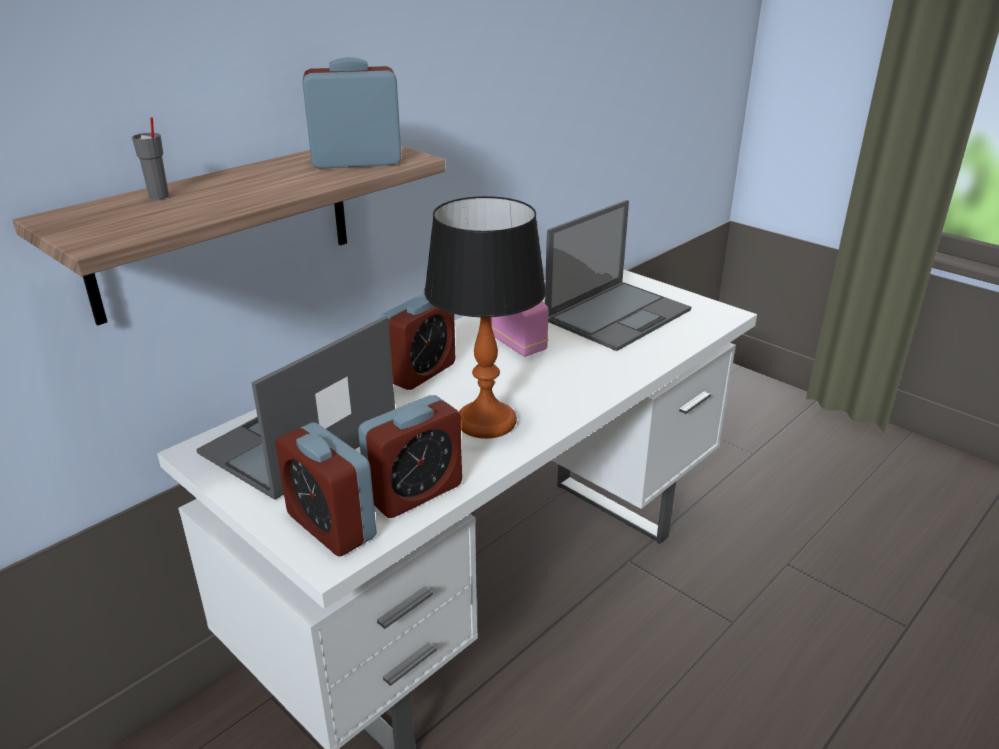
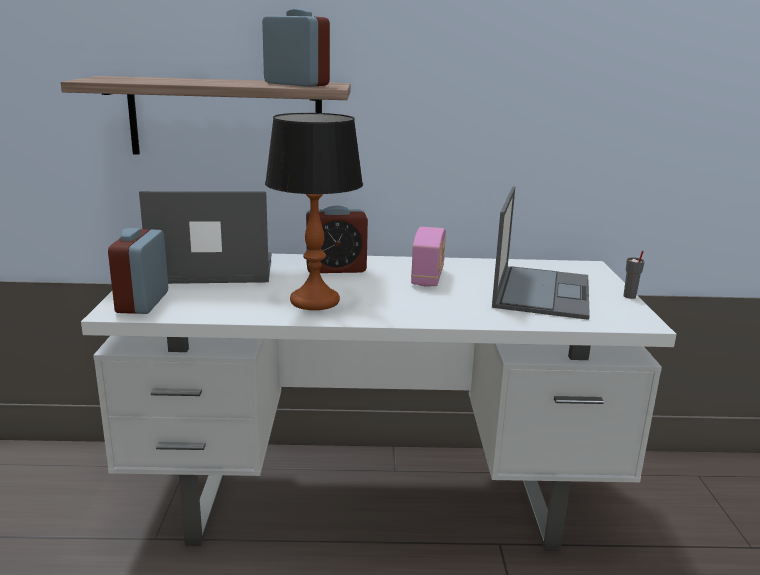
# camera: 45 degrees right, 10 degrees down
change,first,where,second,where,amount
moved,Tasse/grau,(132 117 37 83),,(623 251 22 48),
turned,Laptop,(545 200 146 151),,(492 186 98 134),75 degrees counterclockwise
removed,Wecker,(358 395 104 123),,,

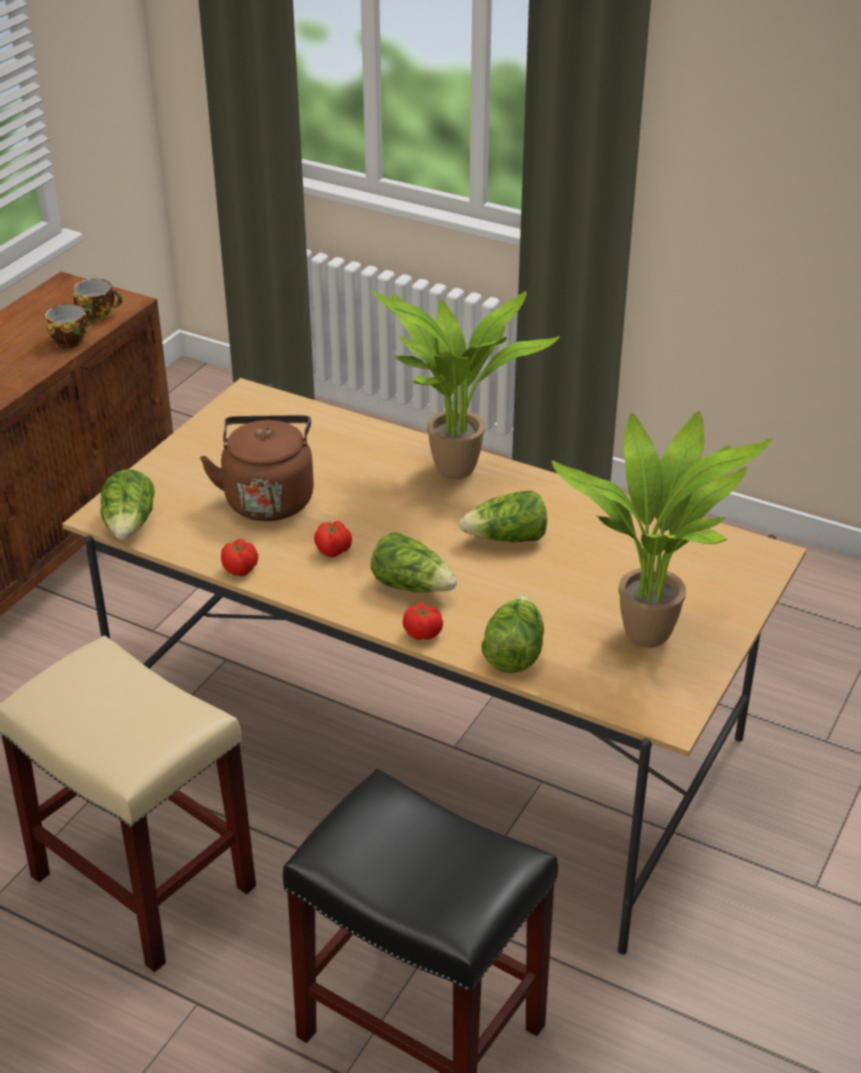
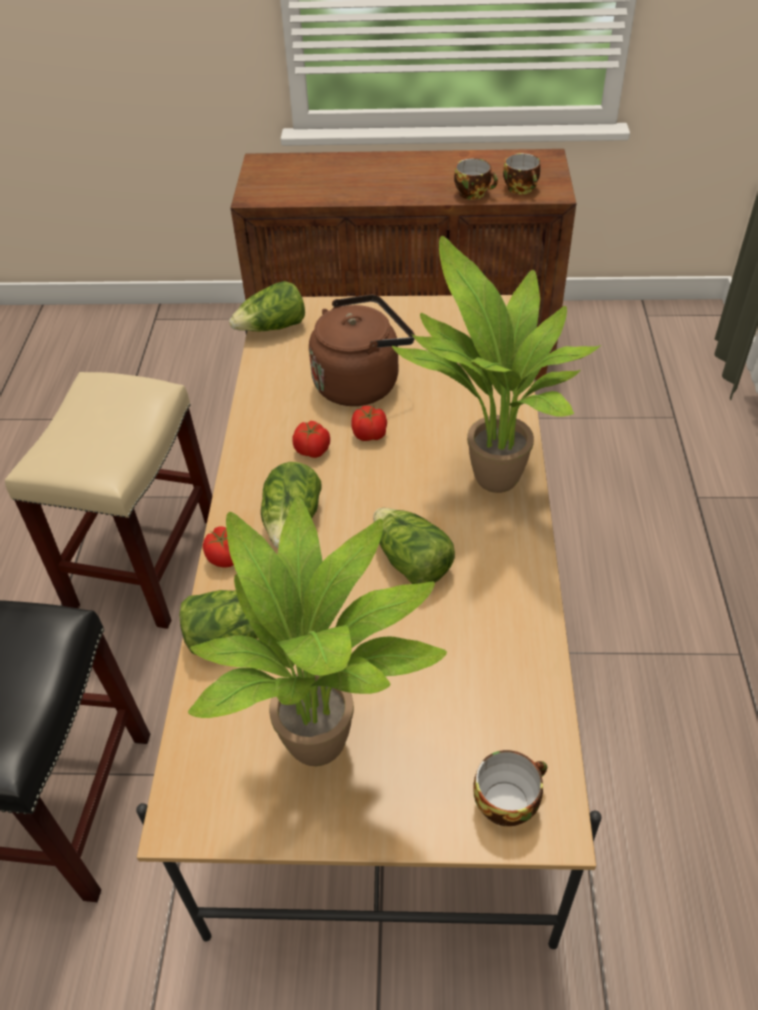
# camera: 65 degrees right, 10 degrees up
change,first,where,second,where,amount
moved,Tomate,(221 539 37 37),,(351 406 36 35),
added,,,Tasse,(474 750 73 76),

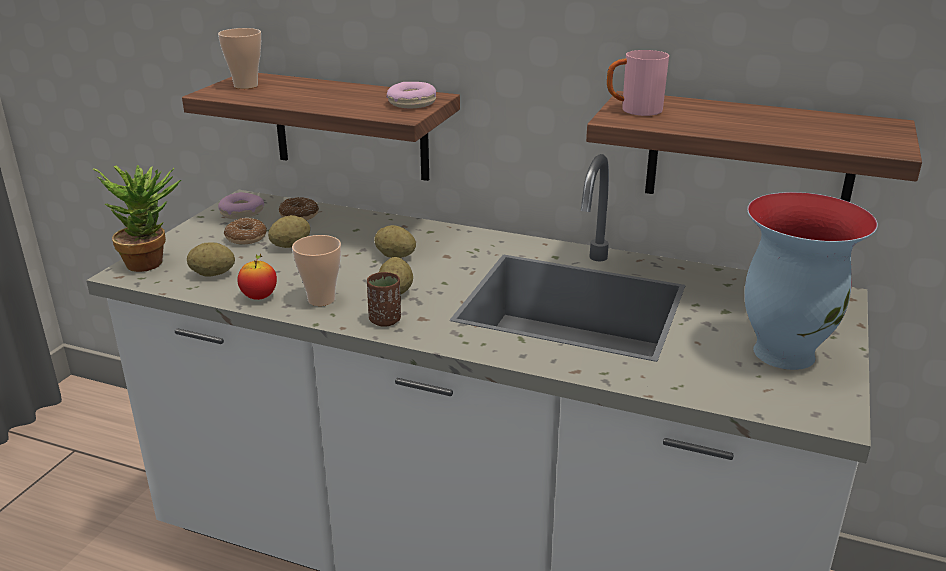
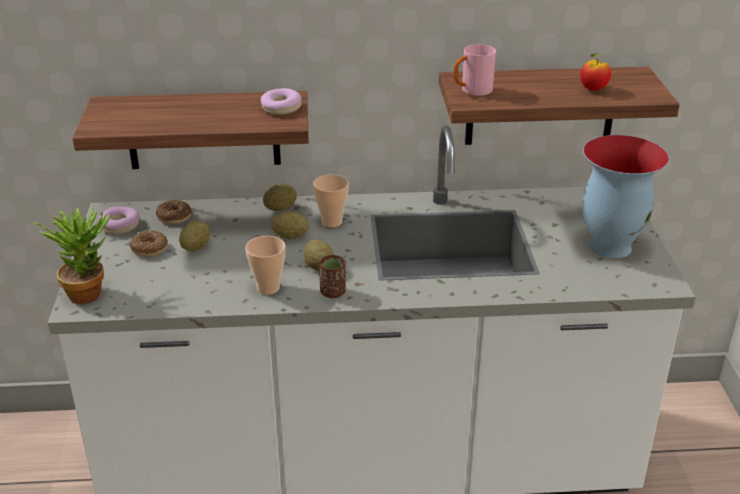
# camera: 25 degrees left, 5 degrees up
change,first,where,second,where,amount
moved,Tasse,(218 28 43 61),,(313 174 36 54),
moved,Kartoffel,(187 242 48 35),,(263 184 34 27),
moved,Apfel,(237 253 40 47),,(580 53 31 38),

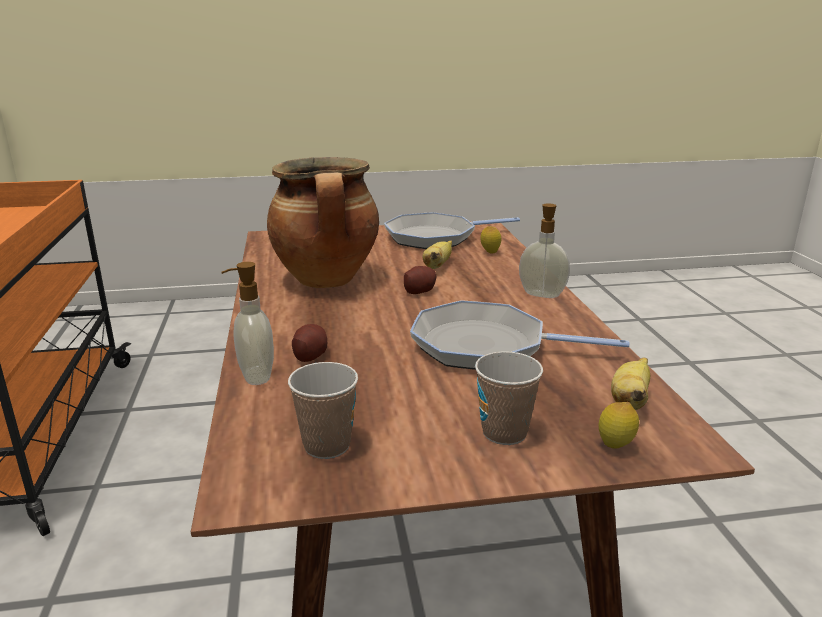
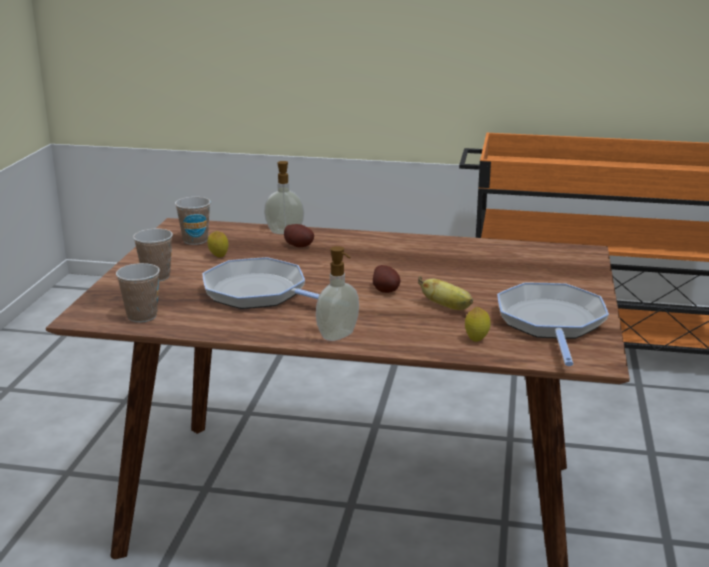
# camera: 110 degrees right, 0 degrees up
change,first,where,second,where,amount
removed,Kochtopf,(267 157 112 131),,,
turned,Pfanne,(410 300 220 70),,(202 257 118 52),90 degrees counterclockwise
replaced,Banane,(611 358 39 52),Tasse,(116 263 44 59),
moved,Zitrone,(598 402 41 47),,(208 231 21 27),

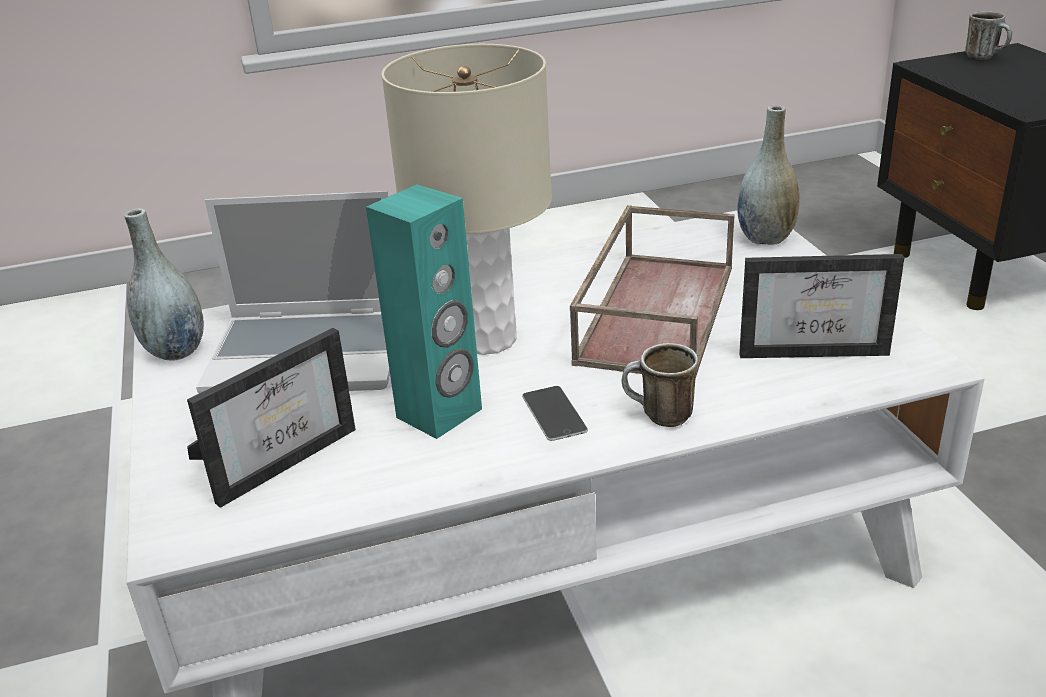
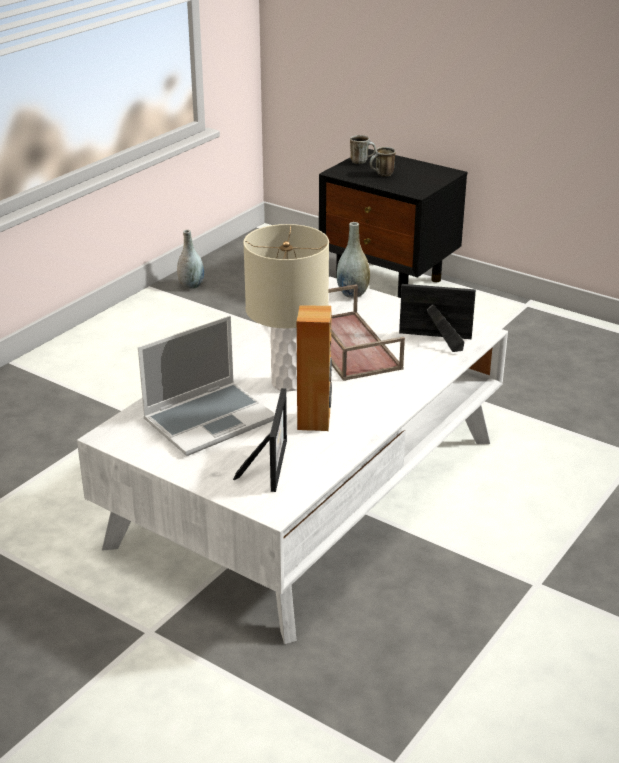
# camera: 40 degrees left, 0 degrees up
change,first,where,second,where,amount
recoloured,Lautsprecher/türkis,(366 184 116 255),Lautsprecher/braun,(297 305 35 126),
moved,Vase/grau,(124 208 80 153),,(177 230 27 59),
turned,Bilderrahmen,(739 254 165 104),,(399 284 77 68),135 degrees counterclockwise
moved,Henkelbecher,(622 343 76 84),,(370 147 26 30),
removed,Handy,(522 386 66 55),,,

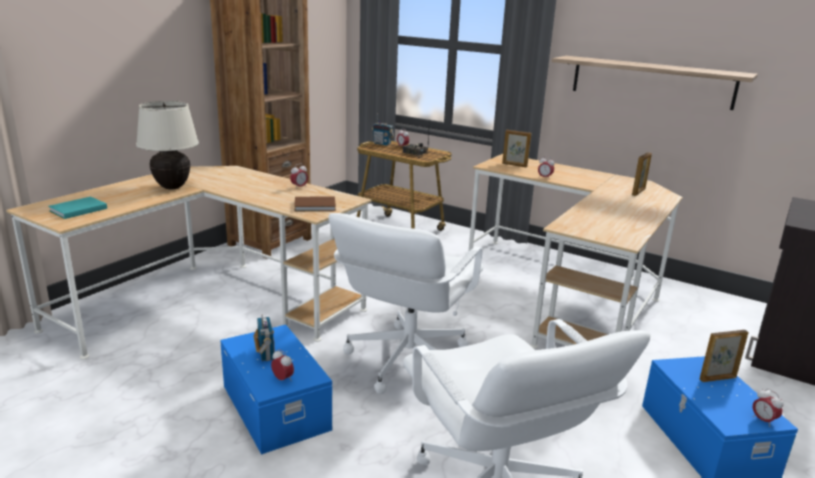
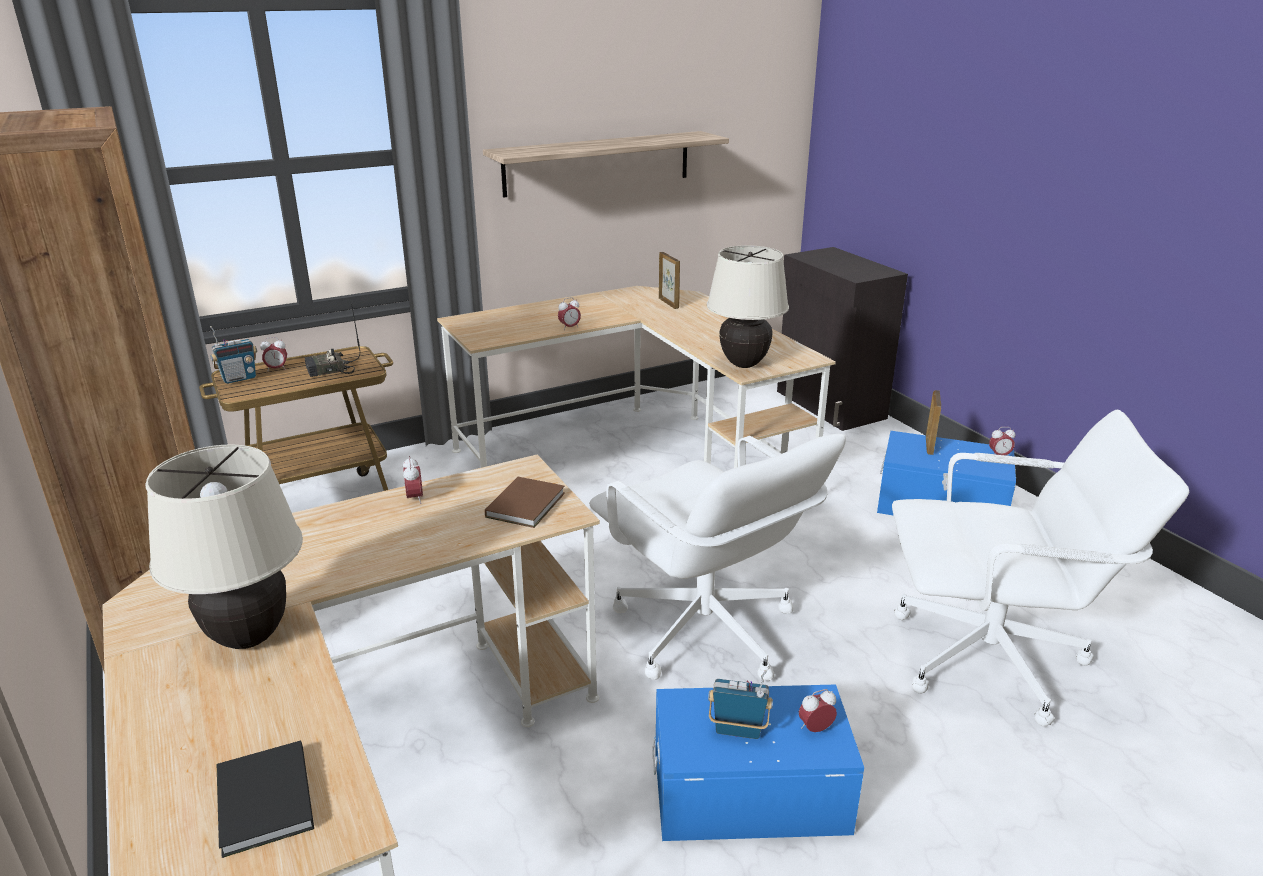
# camera: 60 degrees left, 5 degrees up
change,first,where,second,where,amount
removed,Bilderrahmen,(502 130 29 37),,,
recoloured,Buch/türkis,(48 196 59 23),Buch/schwarz,(217 740 97 118),
added,,,Tischlampe/beige,(707 245 82 123),

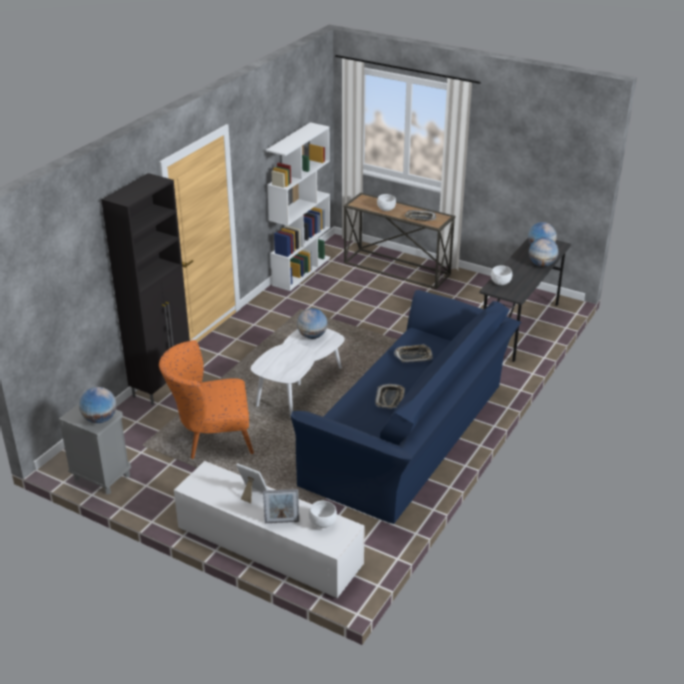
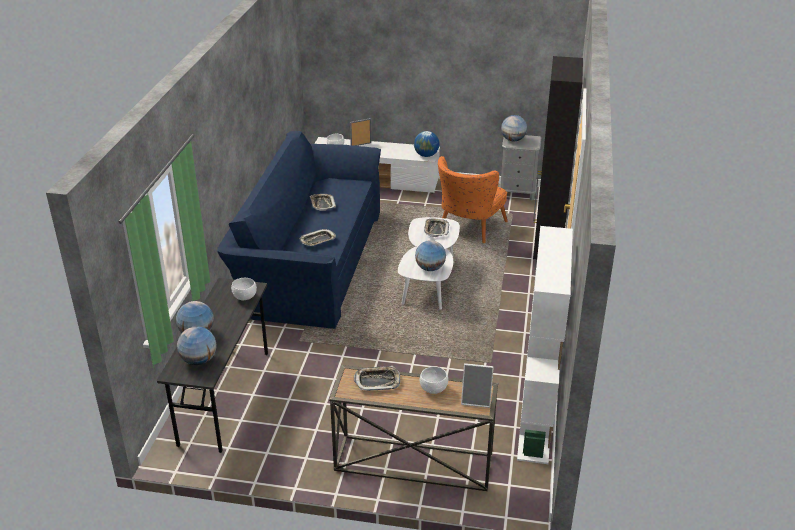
# camera: 160 degrees right, 0 degrees up
change,first,where,second,where,amount
turned,Sessel/orange,(159 340 95 119),,(438 156 70 87),150 degrees clockwise
moved,Bilderrahmen,(236 463 32 40),,(461 363 33 45),
added,,,Globus,(414 131 26 26),
added,,,Tablett,(424 218 25 19),

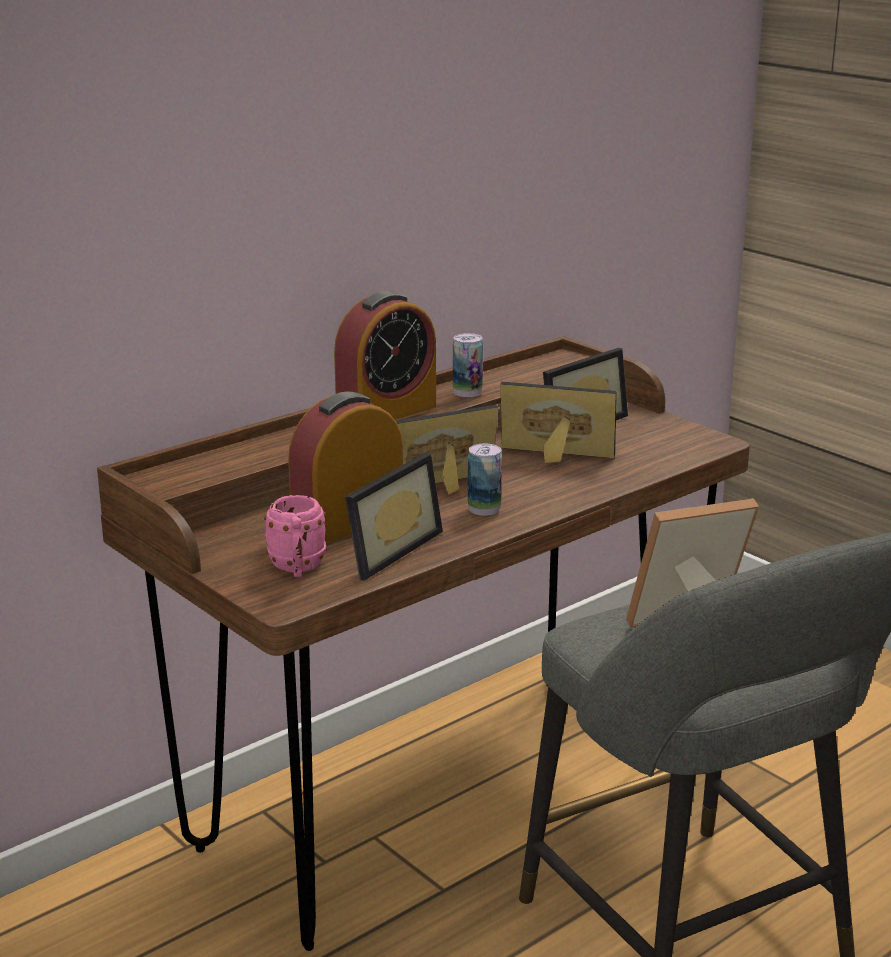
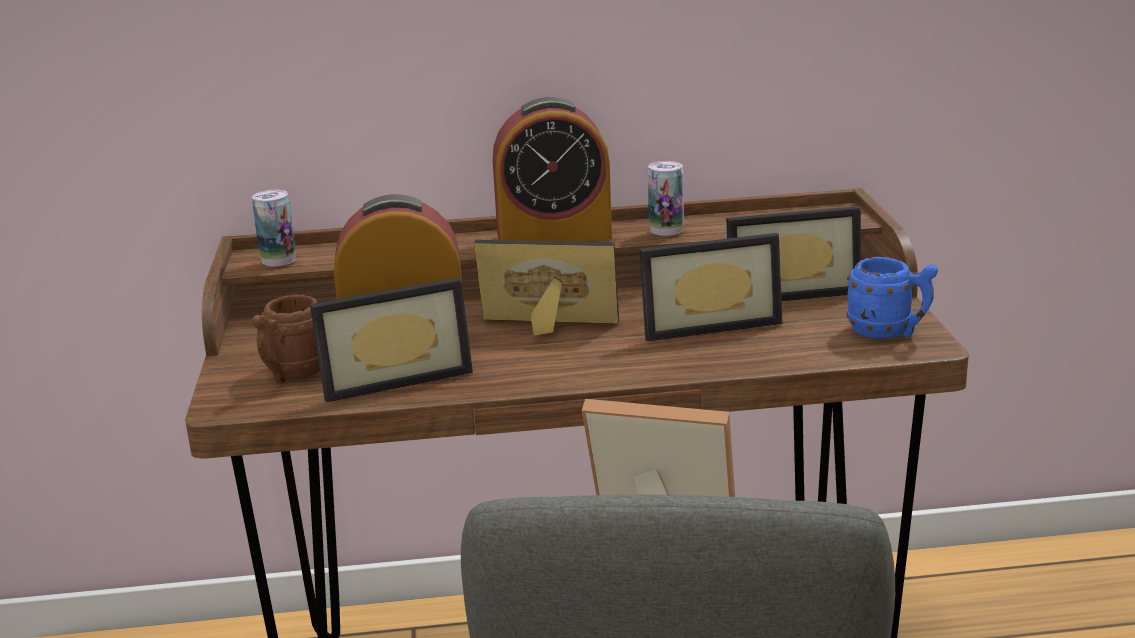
# camera: 35 degrees right, 0 degrees up
change,first,where,second,where,amount
turned,Bilderrahmen,(500 382 116 81),,(639 233 144 108),120 degrees clockwise
moved,Dose,(468 444 34 72),,(252 190 44 76),
recoloured,Henkelbecher/rosa,(264 495 63 82),Henkelbecher/braun,(252 295 68 88),
added,,,Henkelbecher/blau,(846 257 92 82),

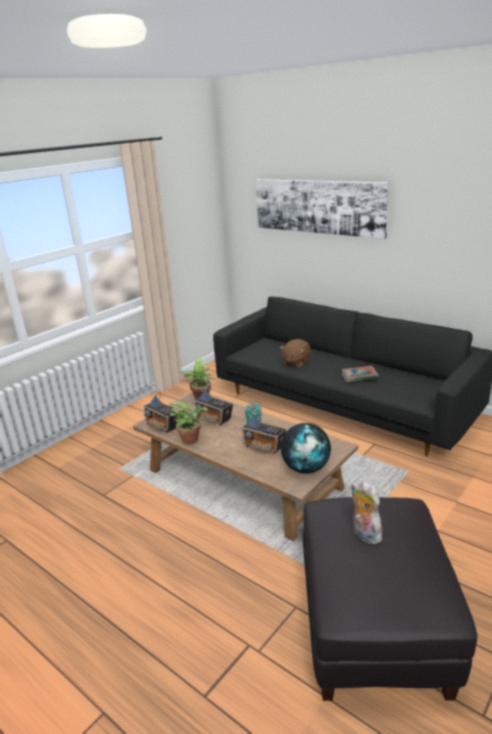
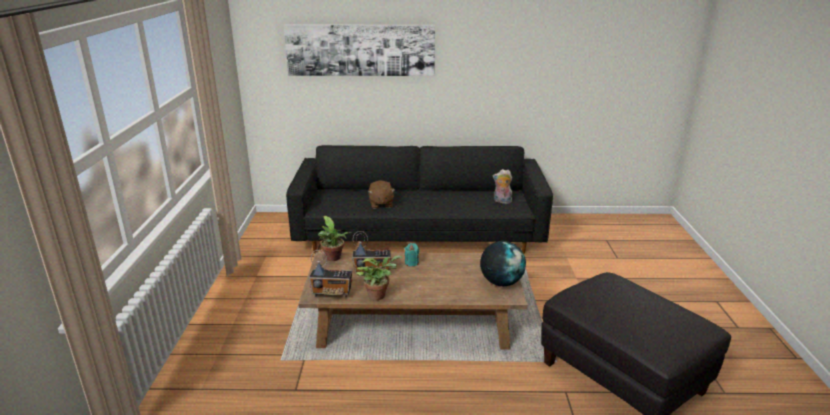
# camera: 40 degrees left, 0 degrees up
change,first,where,second,where,amount
removed,Buch,(342 366 37 17),,,
removed,Radio,(242 402 44 52),,,
moved,Plüschtier,(351 481 31 63),,(493 169 20 35),

